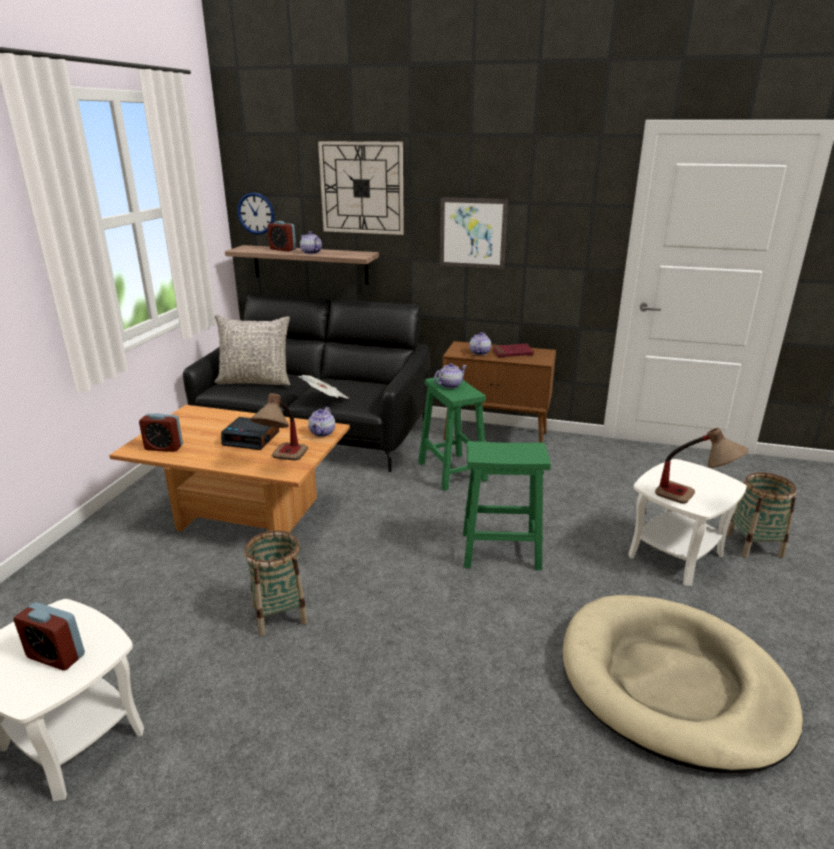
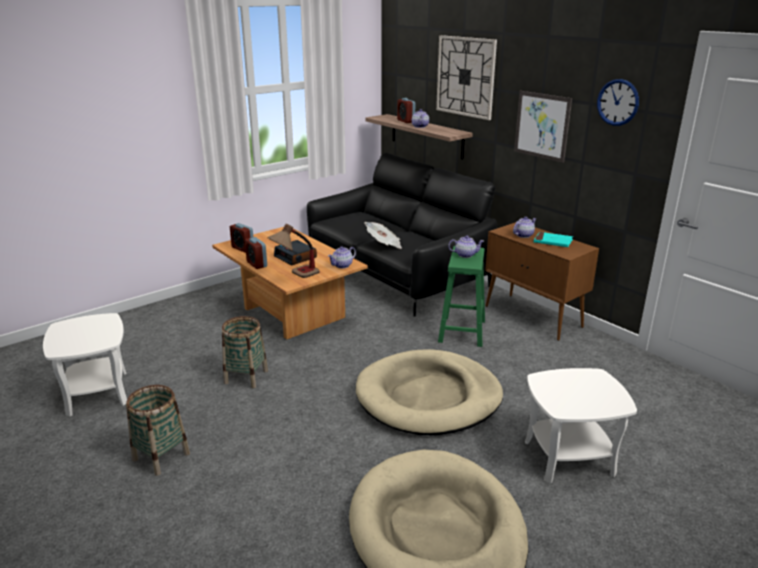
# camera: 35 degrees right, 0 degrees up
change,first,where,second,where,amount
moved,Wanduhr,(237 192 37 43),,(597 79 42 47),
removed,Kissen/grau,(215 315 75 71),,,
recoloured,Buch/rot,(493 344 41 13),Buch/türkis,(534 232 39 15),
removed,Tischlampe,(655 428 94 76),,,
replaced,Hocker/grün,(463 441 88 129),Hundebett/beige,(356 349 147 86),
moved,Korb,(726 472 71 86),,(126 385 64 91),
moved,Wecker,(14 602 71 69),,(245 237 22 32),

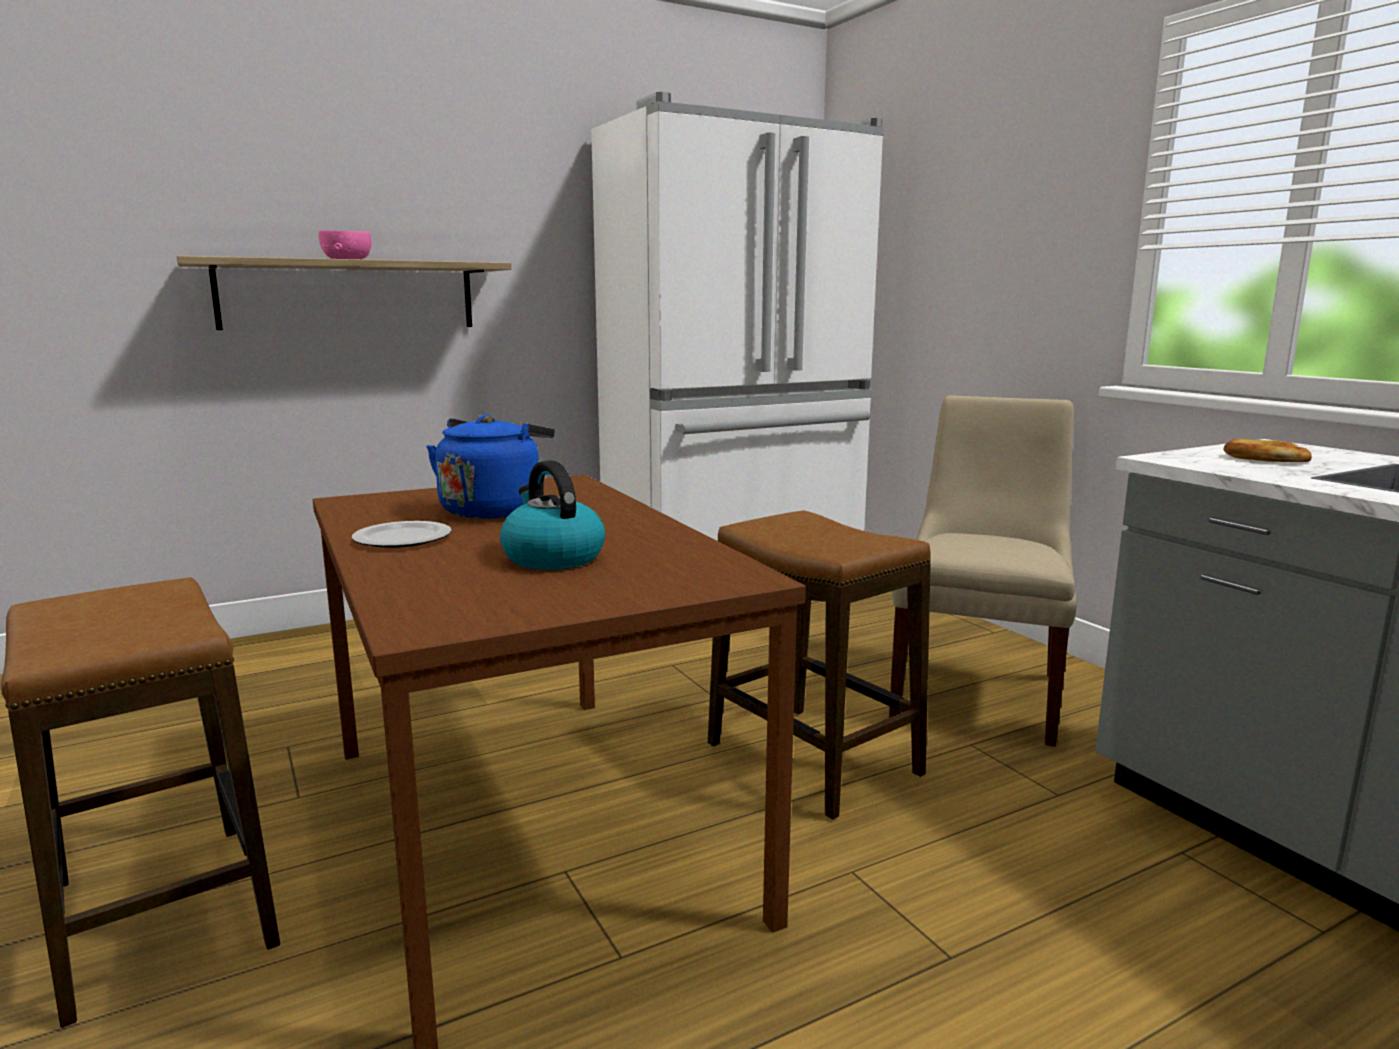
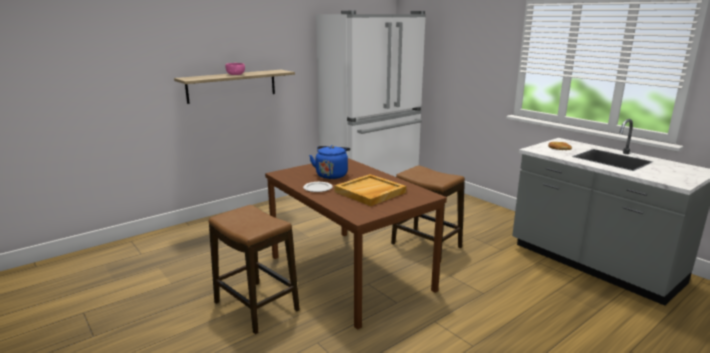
# camera: 10 degrees left, 5 degrees up
change,first,where,second,where,amount
removed,Stuhl/beige,(889 395 188 352),,,
replaced,Wasserkessel,(500 460 105 110),Tablett/beige,(334 174 72 32),

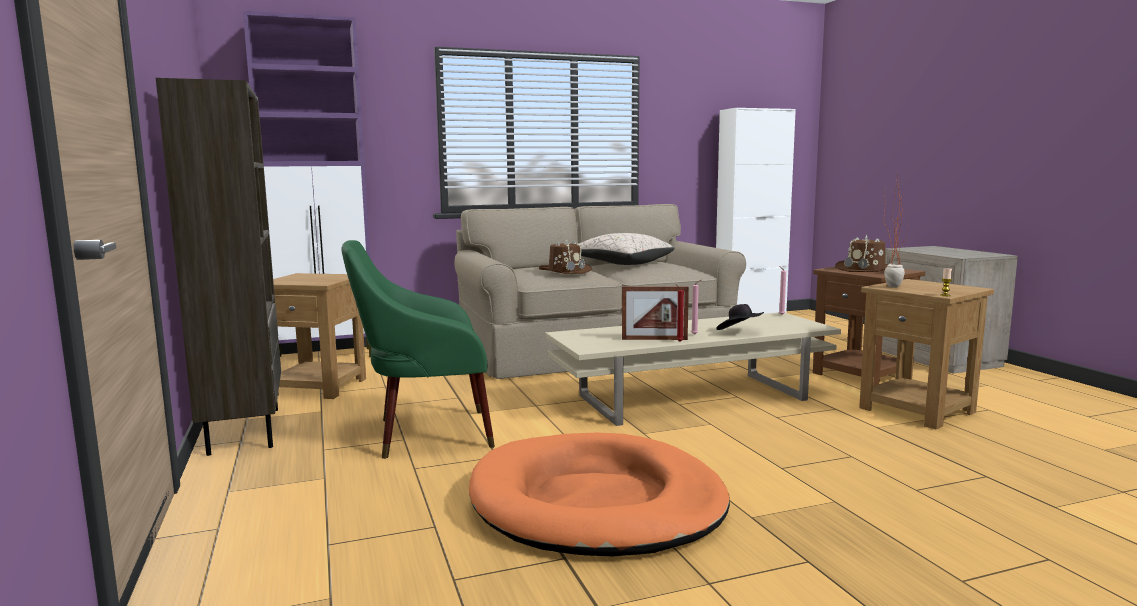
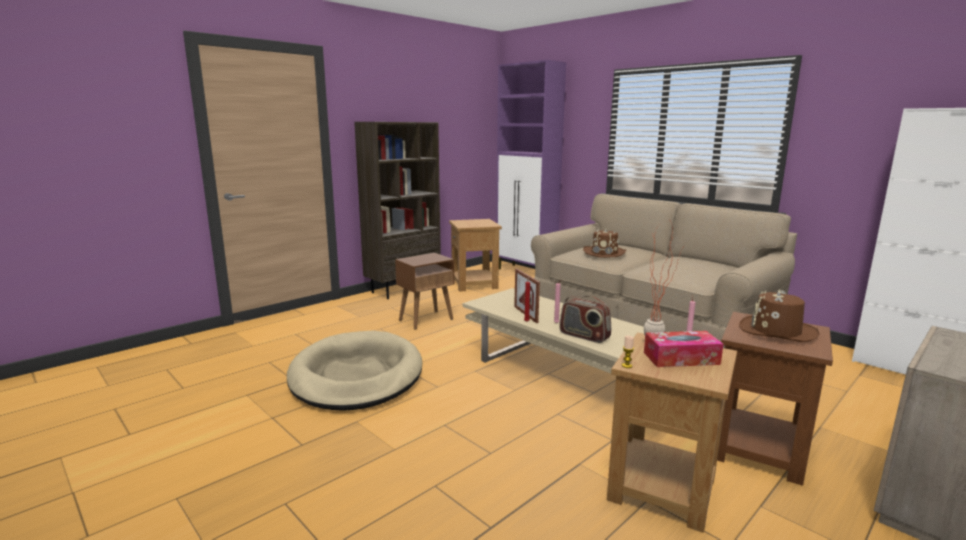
# camera: 65 degrees right, 5 degrees up
change,first,where,second,where,amount
removed,Kissen/beige,(579 233 96 32),,,
replaced,Sessel/grün,(341 240 154 219),Beistelltisch/braun,(395 253 59 77),
replaced,Hut/schwarz,(716 304 48 26),Radio,(559 296 52 47),
recoloured,Hundebett/orange,(469 433 261 123),Hundebett/beige,(287 330 135 81),
added,,,Taschentuchbox,(644 331 79 36),

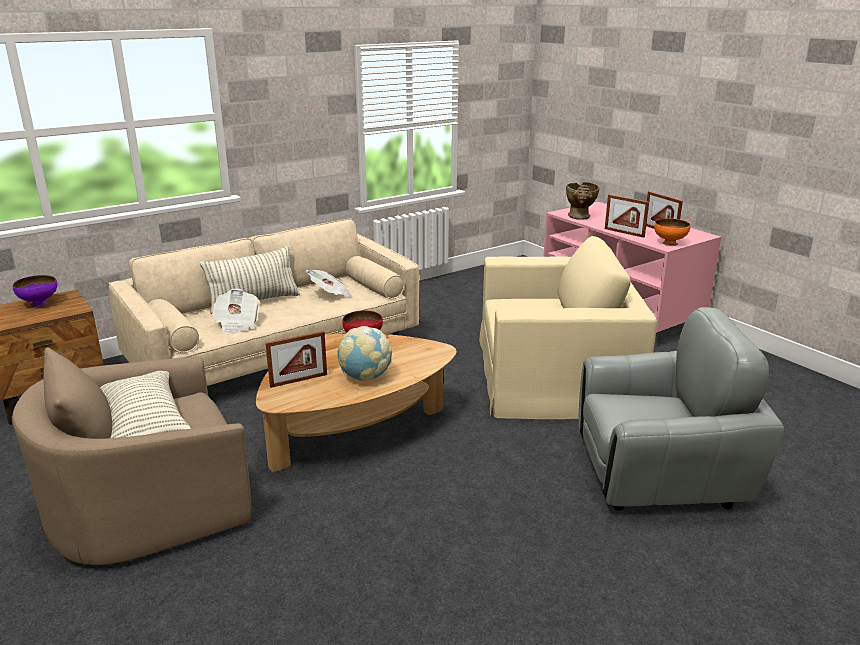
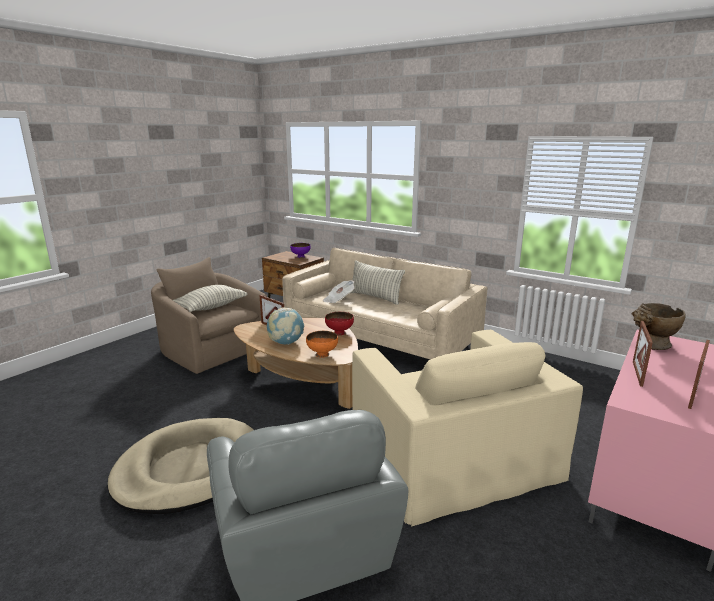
# camera: 70 degrees right, 5 degrees down
change,first,where,second,where,amount
moved,Schüssel/orange,(654 218 36 28),,(306 331 32 27),
removed,Zeitung,(306 270 46 27),,,
added,,,Hundebett/beige,(108 418 146 96),

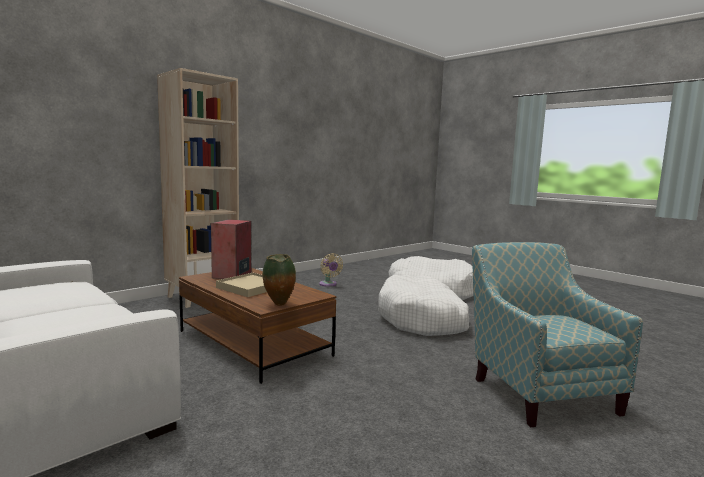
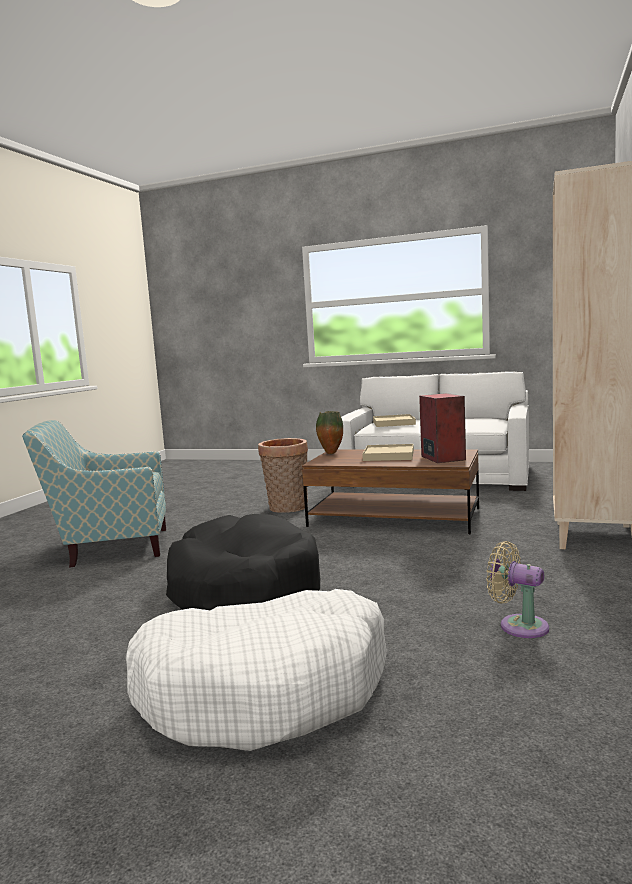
# camera: 155 degrees right, 0 degrees up
change,first,where,second,where,amount
turned,Sessel,(472 242 171 186),,(22 420 144 148),120 degrees clockwise
recoloured,Hundebett/weiß,(378 275 91 61),Hundebett/schwarz,(166 514 154 96),
added,,,Tablett/beige,(373 414 43 13),
added,,,Korb,(258 438 50 75),

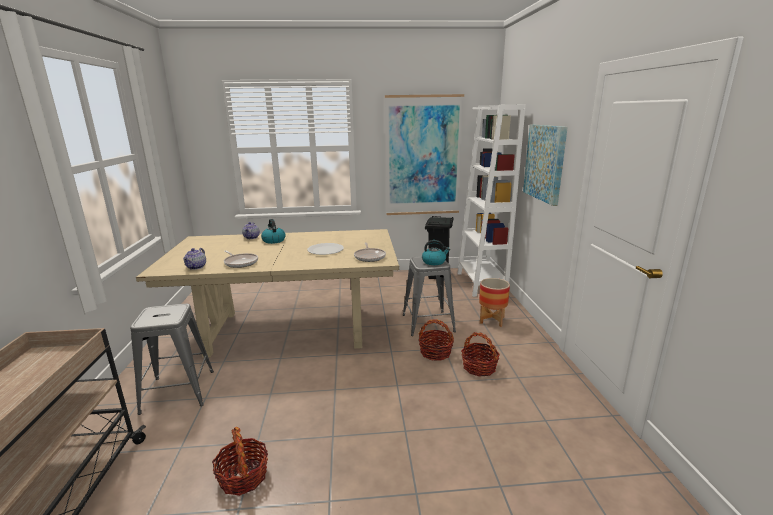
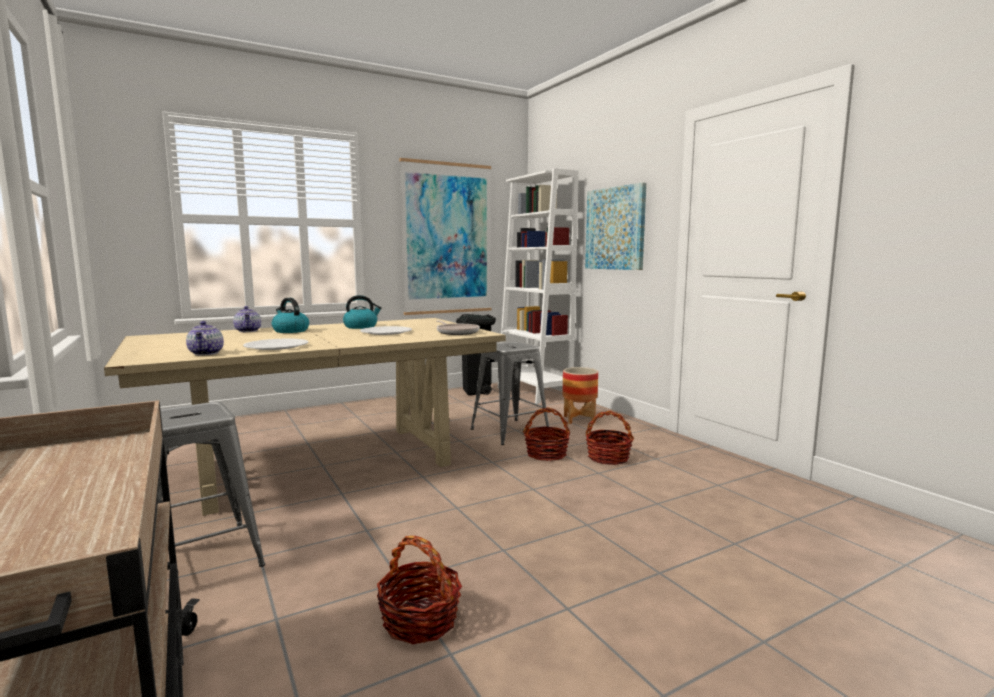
# camera: 25 degrees left, 10 degrees down
change,first,where,second,where,amount
moved,Wasserkessel,(422 240 28 25),,(343 295 39 34),
replaced,Pfanne,(224 250 34 18),Teller/weiß,(243 339 65 11),

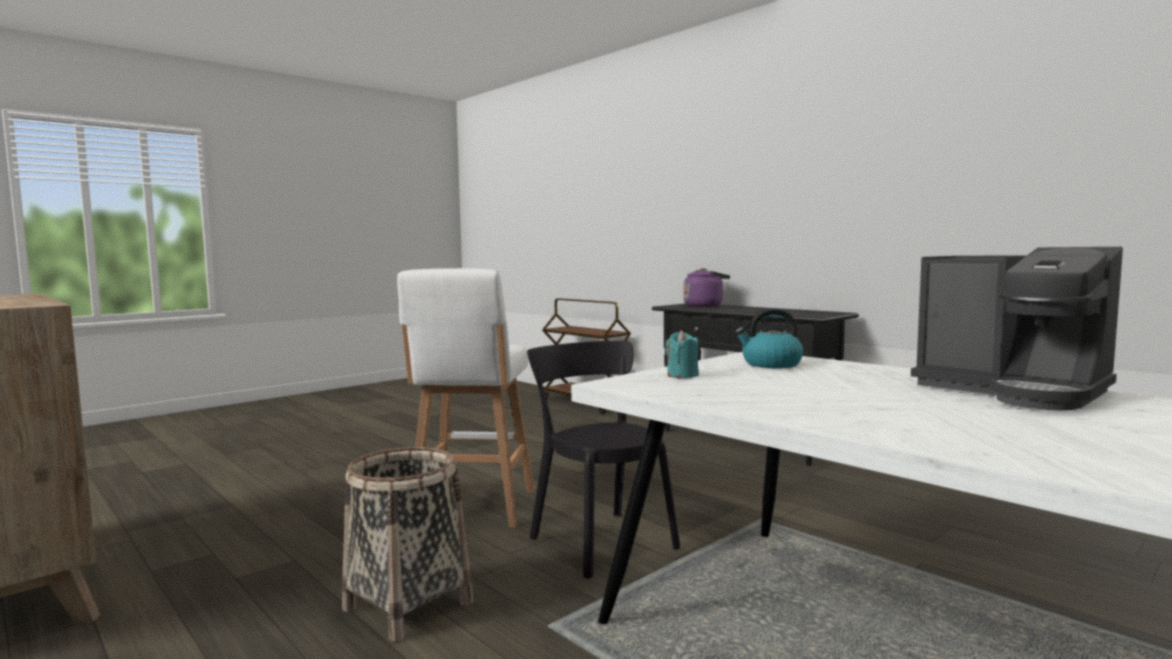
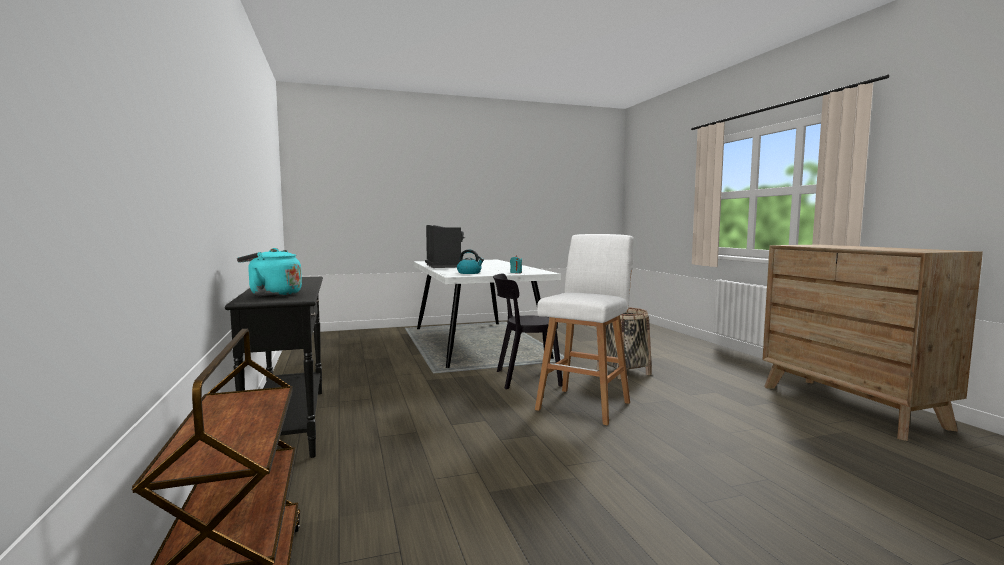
# camera: 155 degrees left, 0 degrees up
change,first,where,second,where,amount
recoloured,Wasserkessel/lila,(684 268 46 39),Wasserkessel/türkis,(237 248 65 49),
turned,Stuhl/schwarz,(527 340 153 239),,(493 274 70 115),90 degrees clockwise

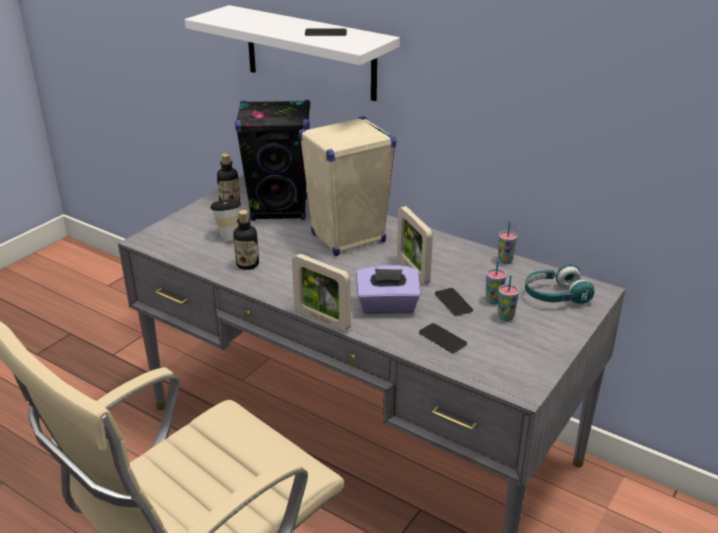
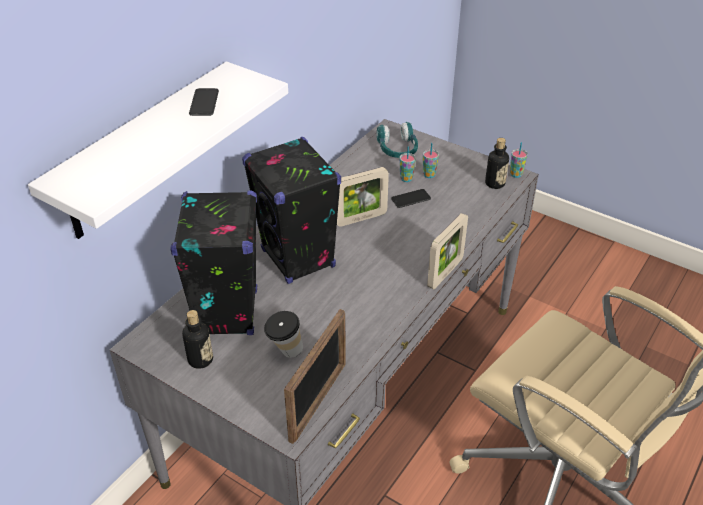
# camera: 90 degrees left, 10 degrees up
change,first,where,second,where,amount
recoloured,Lautsprecher/beige,(299 116 97 140),Lautsprecher/schwarz,(242 137 99 147),
moved,Flasche,(233 210 26 60),,(485 138 24 51),
moved,Tasse,(498 222 19 42),,(510 142 18 36),
removed,Taschentuchbox/lila,(356 265 65 49),,,
removed,Handy,(419 323 48 30),,,
added,,,Bilderrahmen,(284 309 62 135),

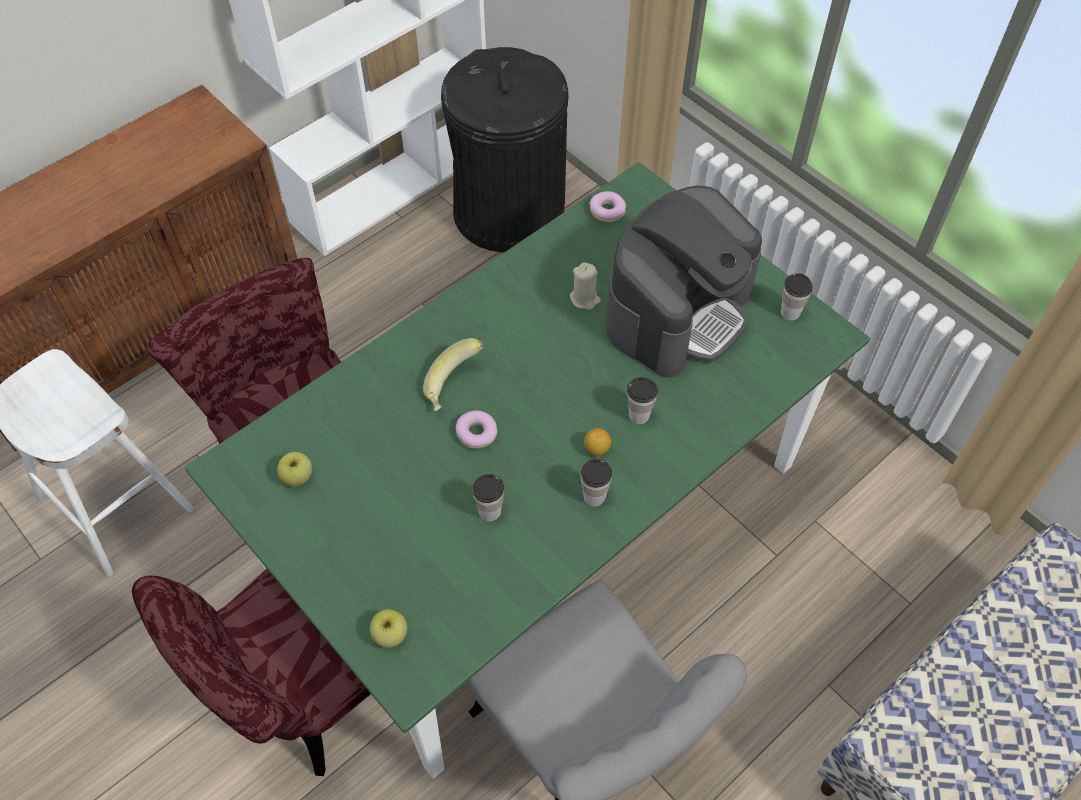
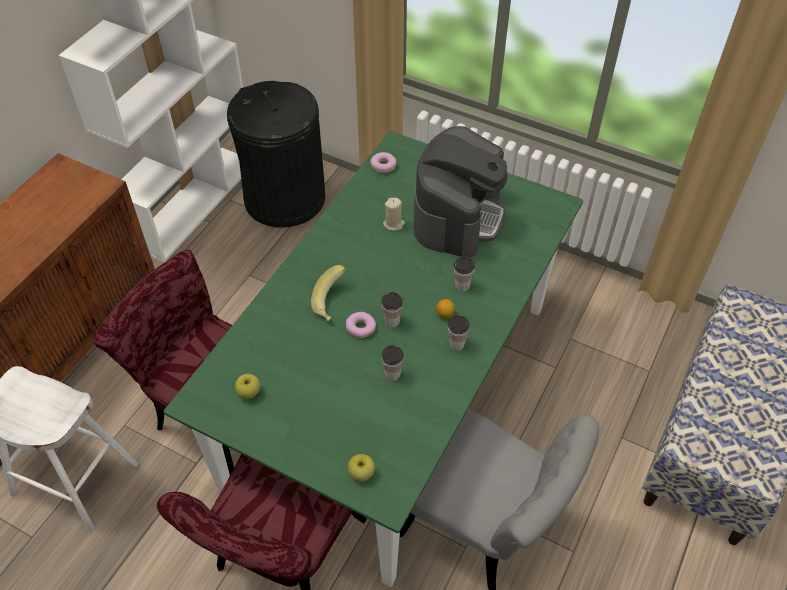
# camera: 20 degrees left, 5 degrees down
change,first,where,second,where,amount
moved,Tasse,(781 273 32 48),,(382 292 21 35),

